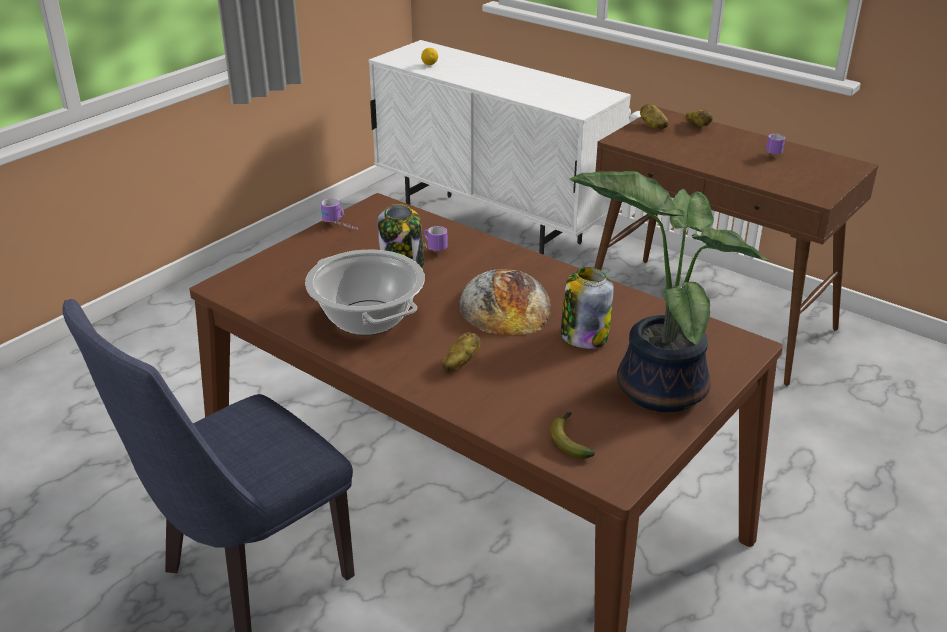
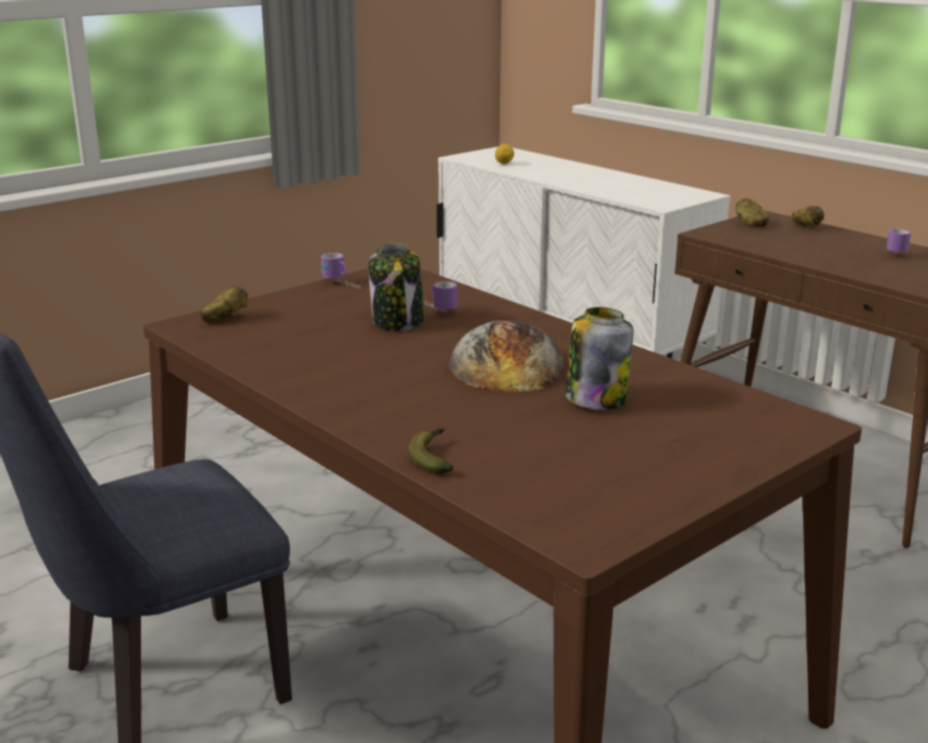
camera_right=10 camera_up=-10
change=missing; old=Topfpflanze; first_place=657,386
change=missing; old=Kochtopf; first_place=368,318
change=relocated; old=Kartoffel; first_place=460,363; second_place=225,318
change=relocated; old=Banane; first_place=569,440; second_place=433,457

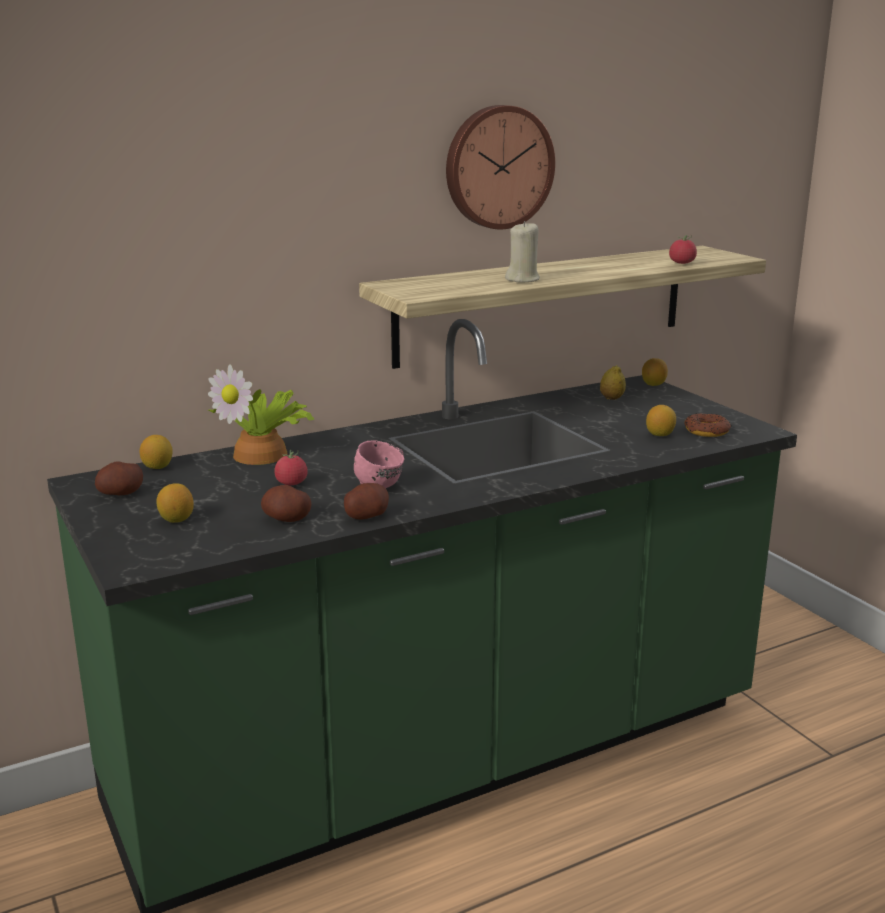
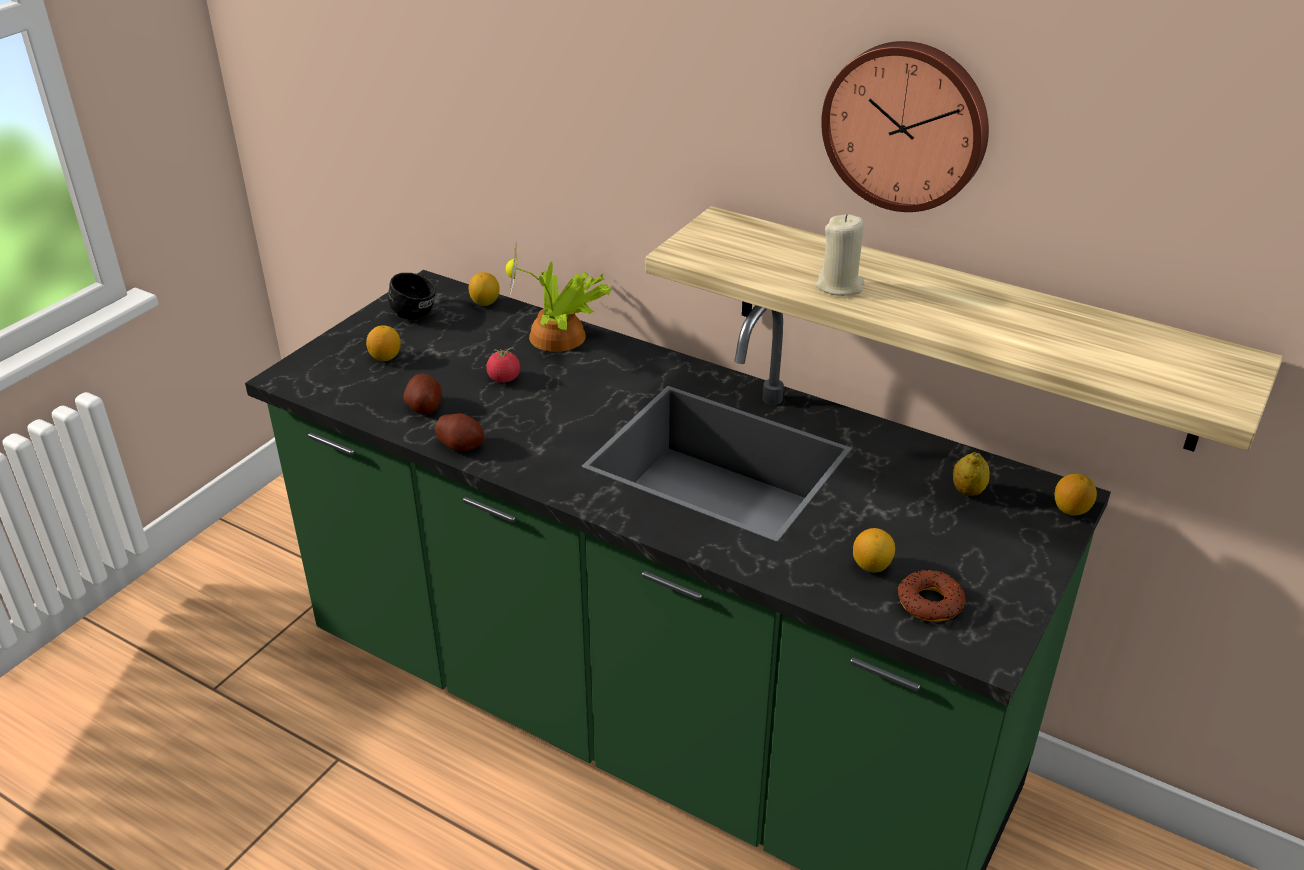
camera_right=60 camera_up=15
change=missing; old=Tomate; first_place=682,263
change=missing; old=Henkelbecher [rosa]; first_place=384,484
change=exchanged; old=Kartoffel; new=Henkelbecher [schwarz]; first_place=121,493; second_place=418,312

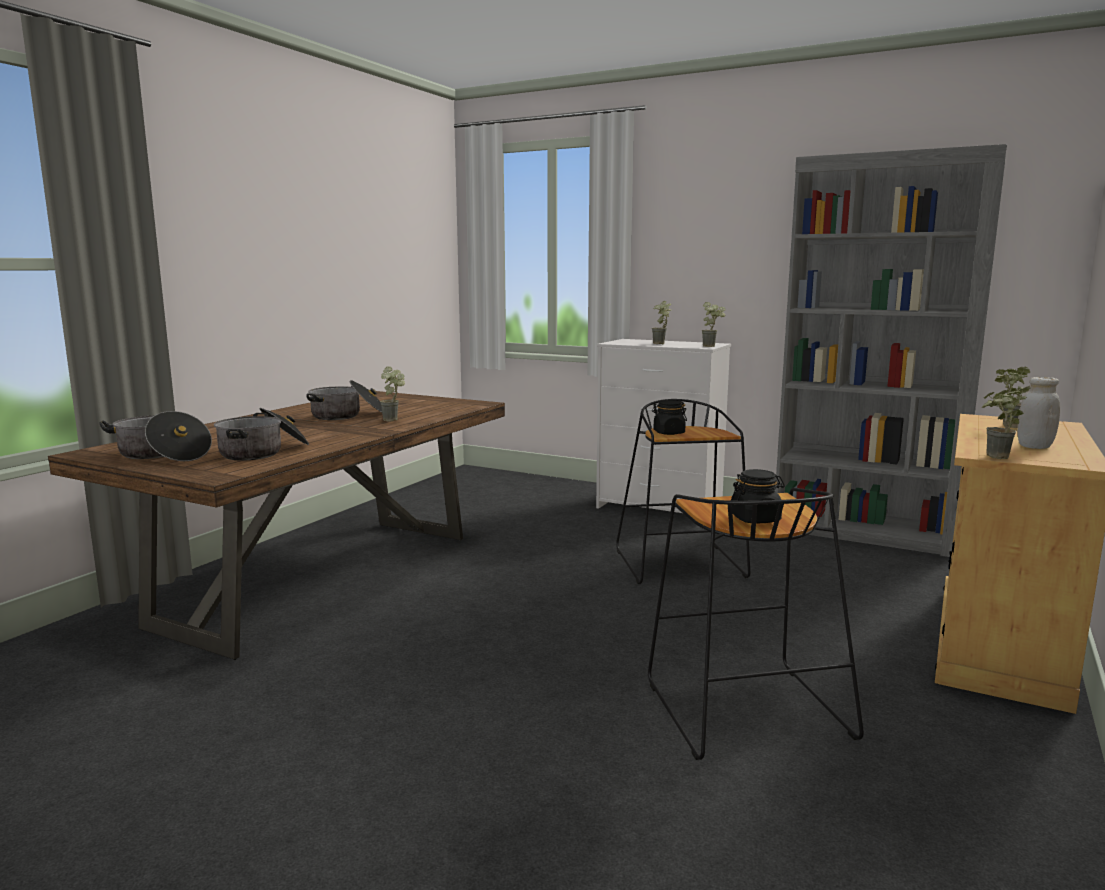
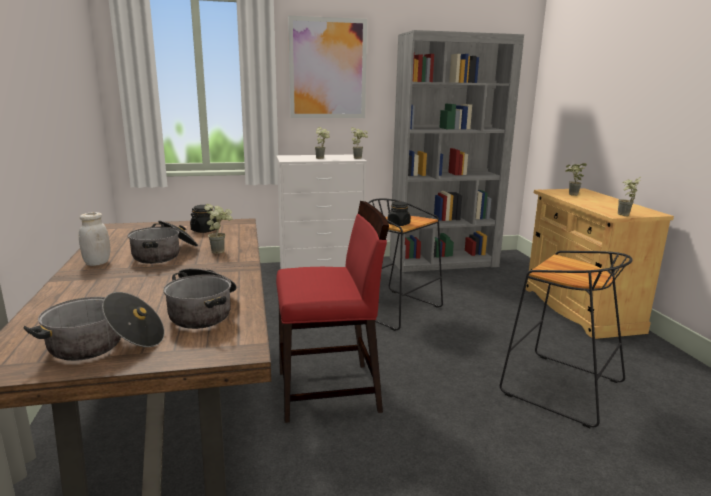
camera_right=-40 camera_up=5
change=relocated; old=Vorratsglas [weiß]; first_place=1034,446; second_place=97,263
change=relocated; old=Vorratsglas [schwarz]; first_place=756,519; second_place=204,230
change=appeared; new=Bild; second_place=327,69
change=appeared; new=Stuhl [rot]; second_place=329,391

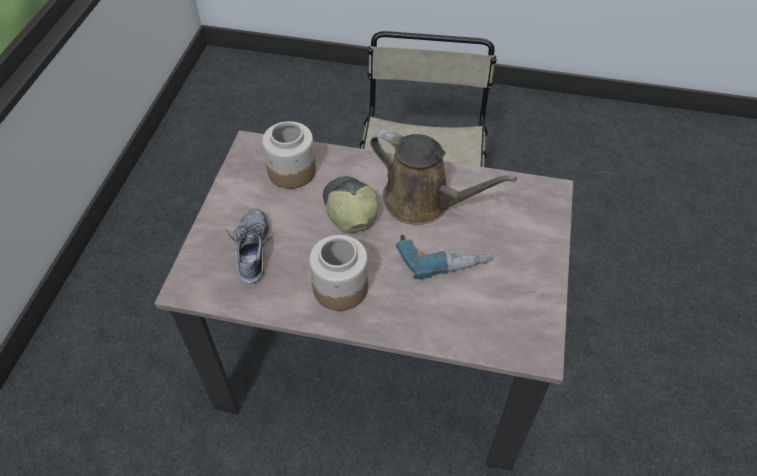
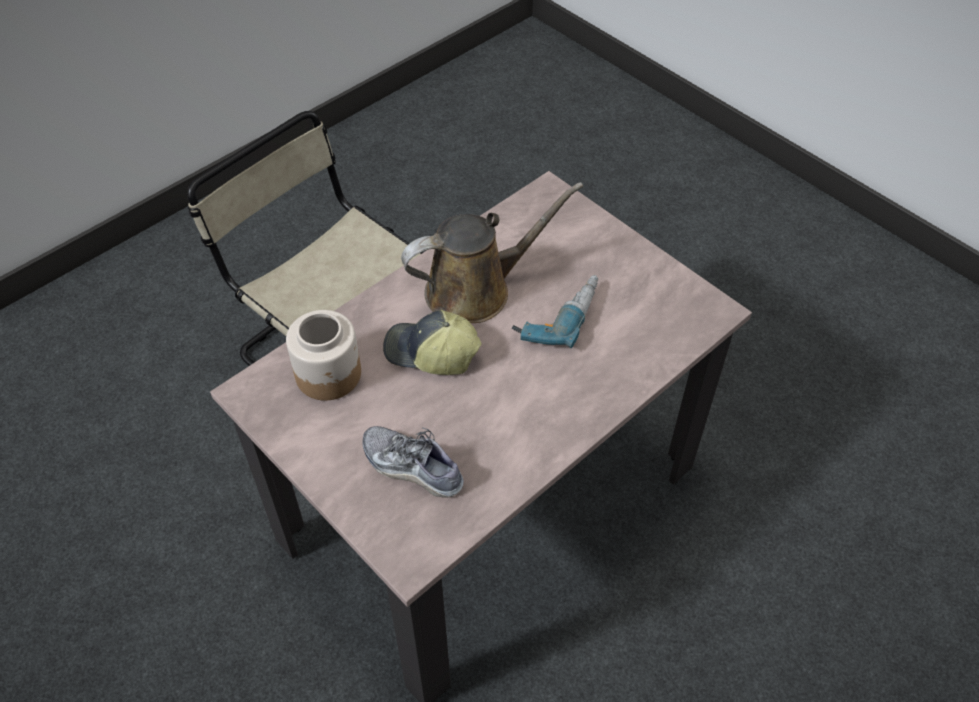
camera_right=-55 camera_up=0
change=missing; old=Vorratsglas; first_place=340,288

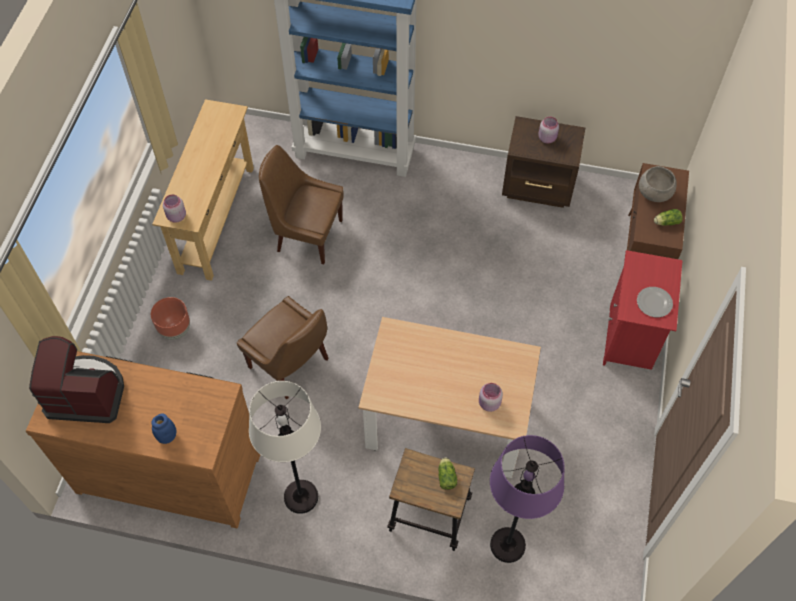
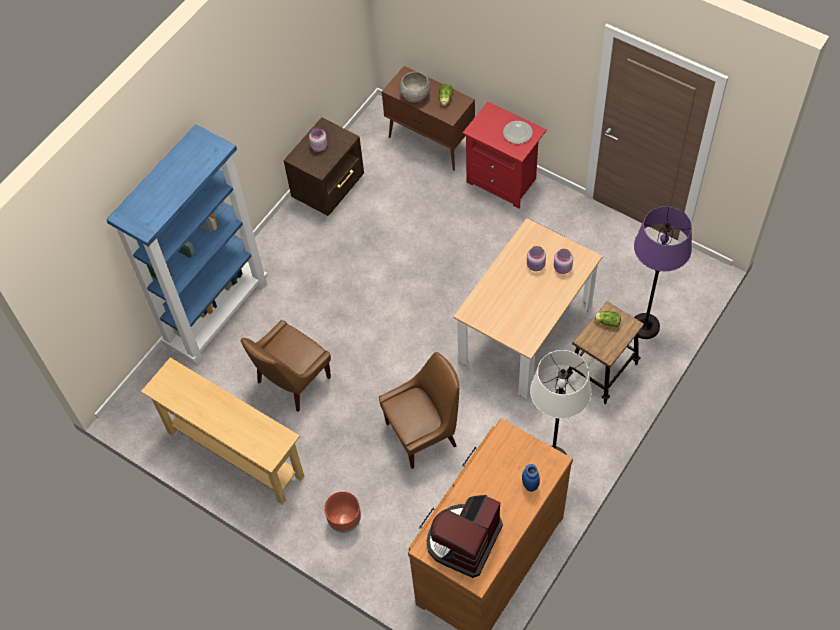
camera_right=-65 camera_up=0
change=relocated; old=Vorratsglas [rosa]; first_place=176,217; second_place=536,266

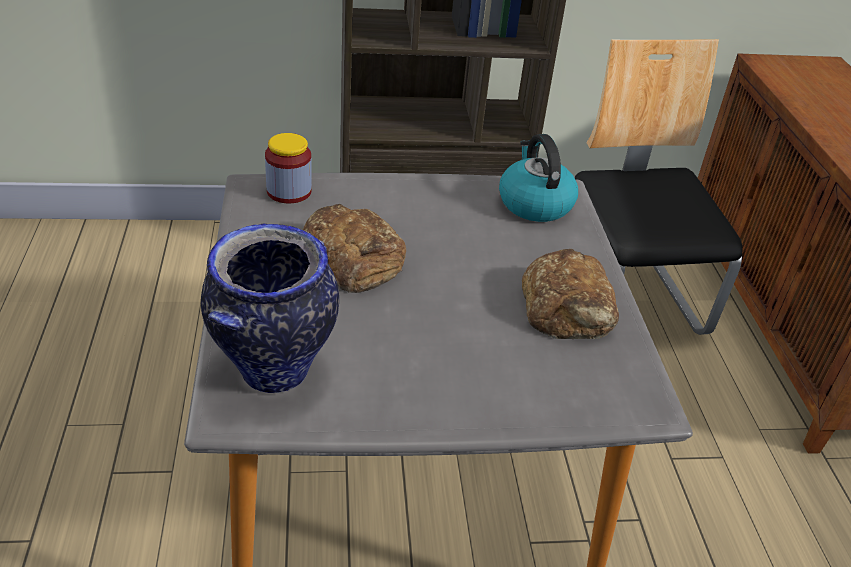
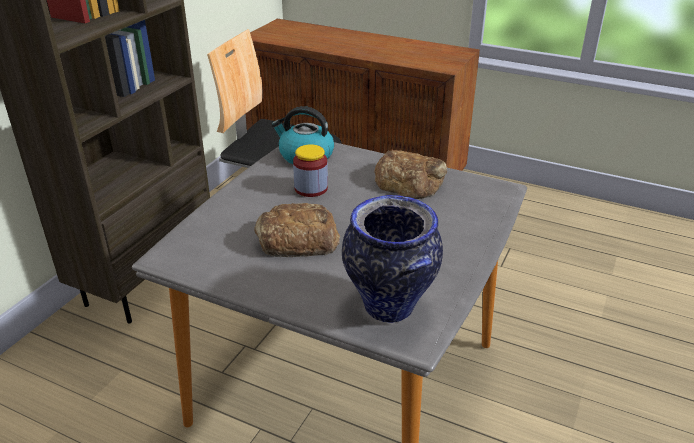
camera_right=-55 camera_up=-5
change=relocated; old=Vorratsglas; first_place=289,191; second_place=311,188

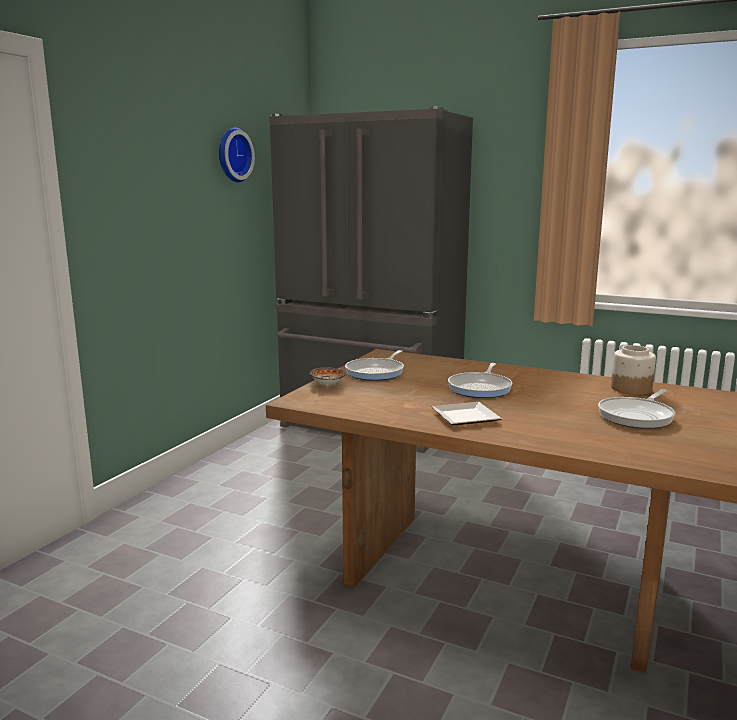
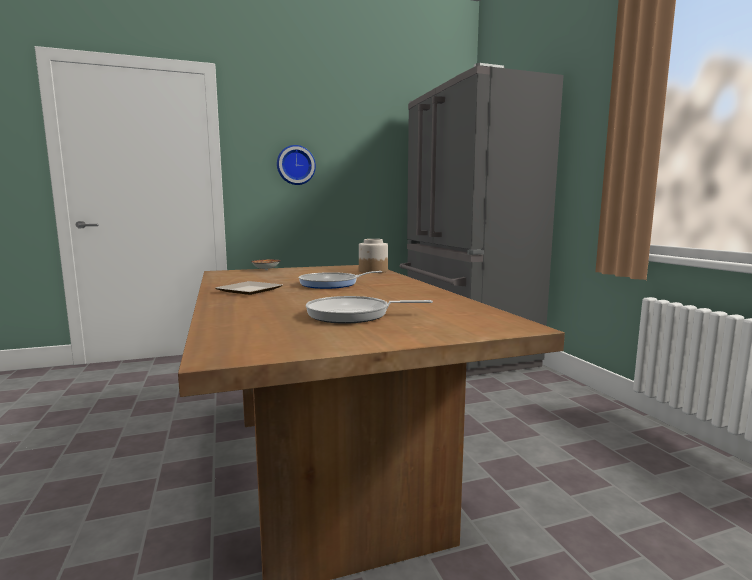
camera_right=45 camera_up=-5
change=relocated; old=Wanduhr; first_place=232,155; second_place=295,165
change=relocated; old=Vorratsglas; first_place=630,389; second_place=373,271
change=missing; old=Pfanne; first_place=376,372

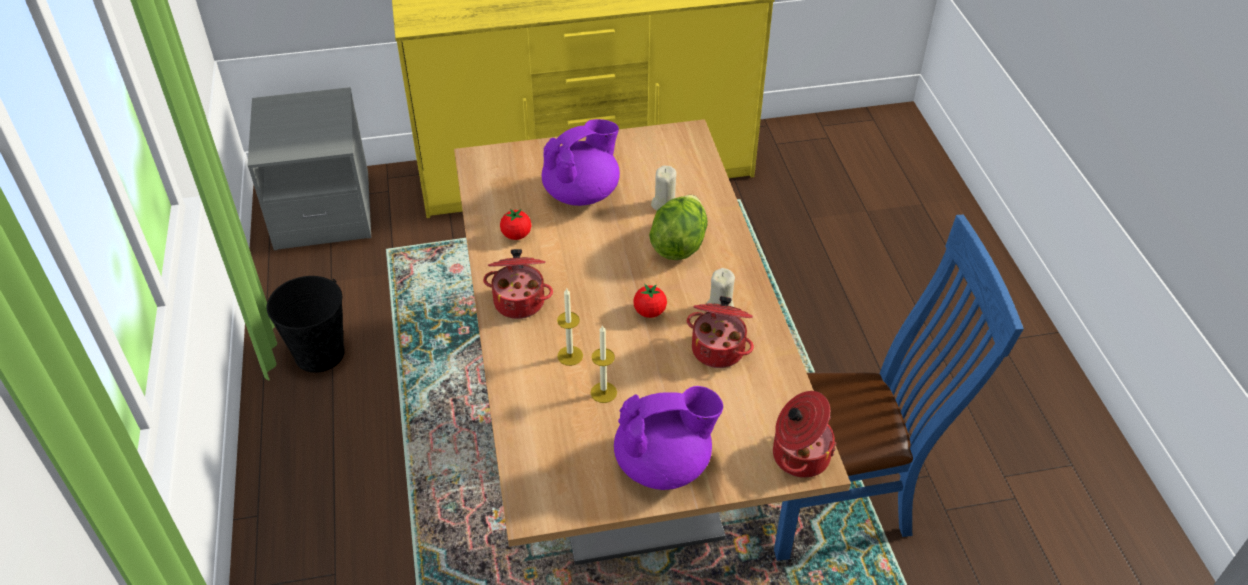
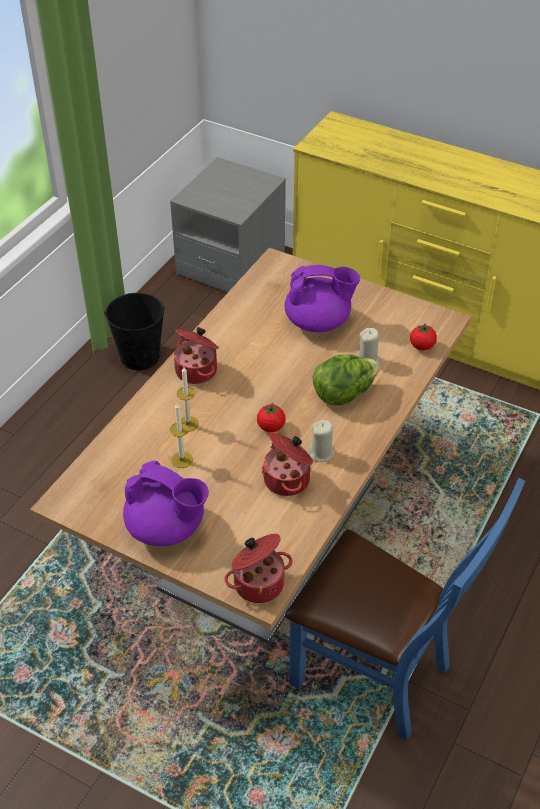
camera_right=40 camera_up=0
change=relocated; old=Tomate; first_place=516,235; second_place=422,346

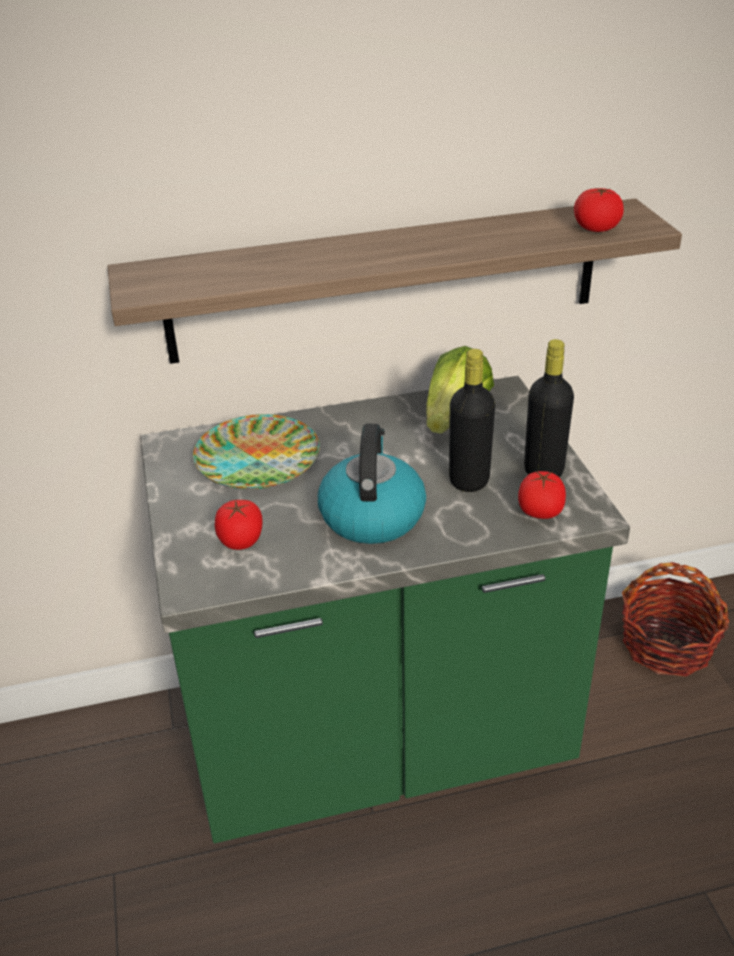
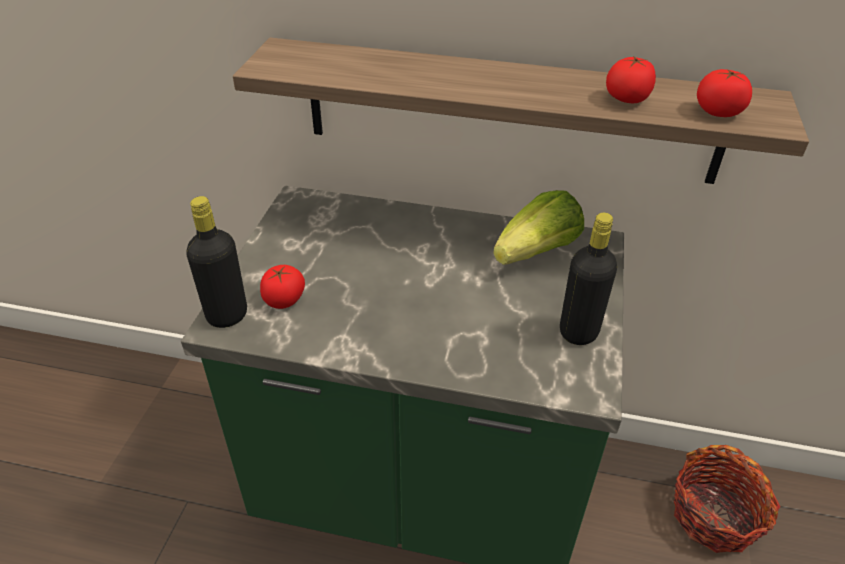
camera_right=25 camera_up=5
change=relocated; old=Flasche [schwarz]; first_place=469,480; second_place=227,315
change=missing; old=Teller; first_place=257,460
change=missing; old=Wasserkessel; first_place=371,515
change=relocated; old=Tomate; first_place=540,511; second_place=627,99

